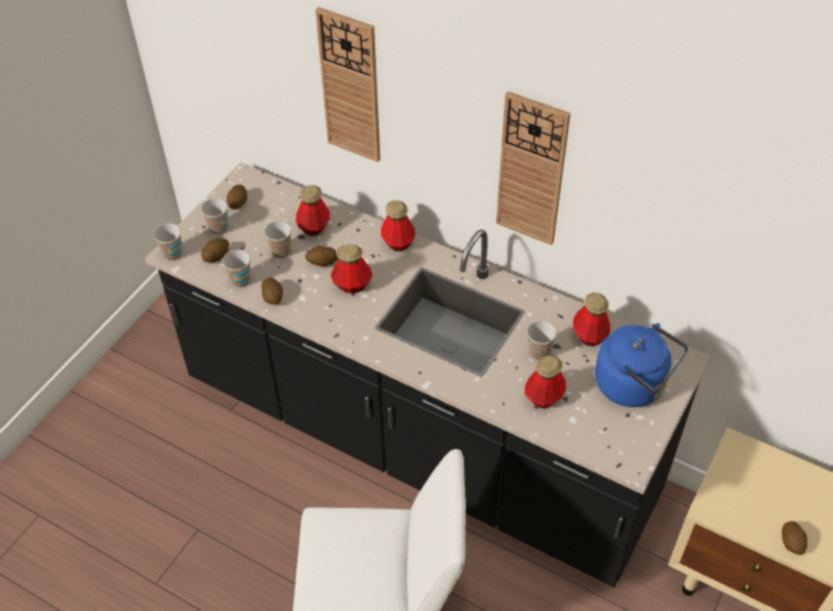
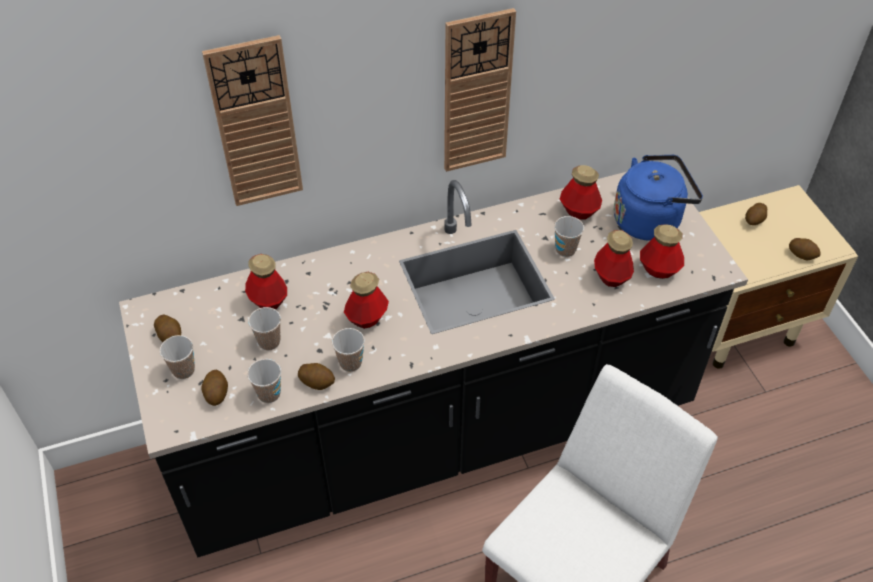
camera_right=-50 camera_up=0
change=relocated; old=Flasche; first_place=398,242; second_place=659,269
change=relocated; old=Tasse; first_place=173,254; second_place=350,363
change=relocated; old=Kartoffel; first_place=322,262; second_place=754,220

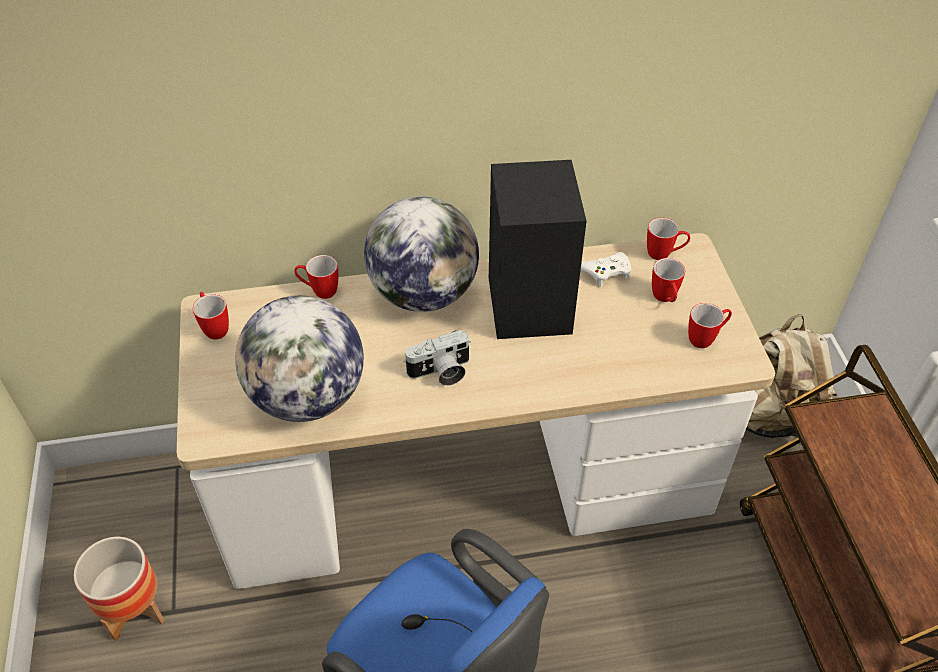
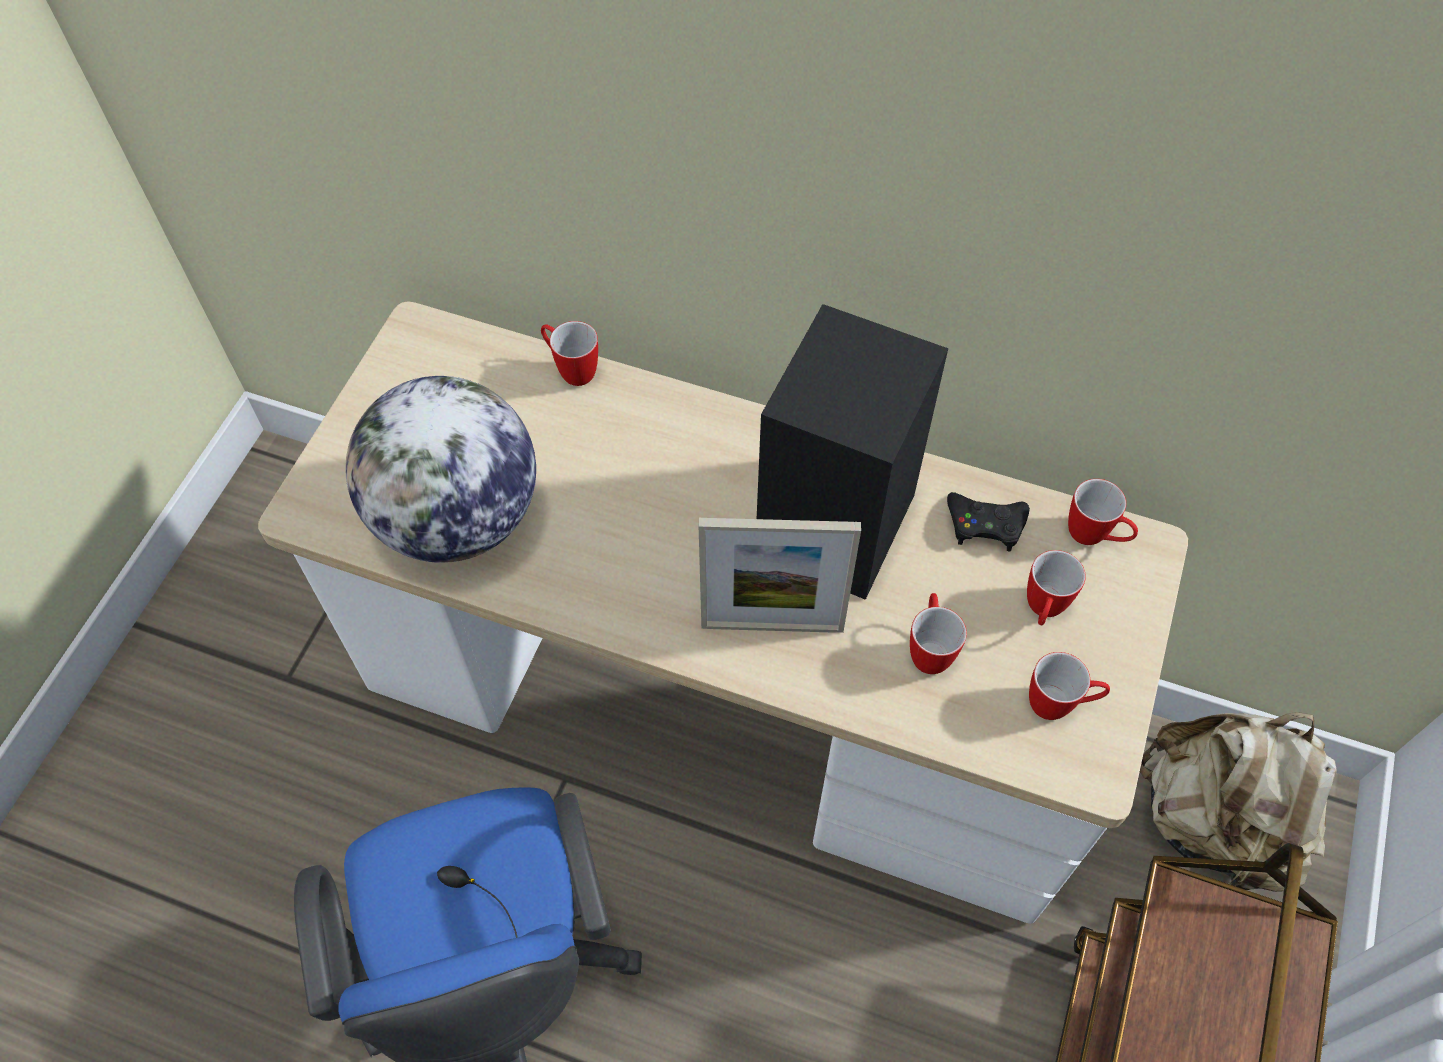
camera_right=30 camera_up=10
change=missing; old=Globus; first_place=423,293
change=colour; old=Gamepad [weiß]; new=Gamepad [schwarz]; first_place=606,271; second_place=985,524
change=relocated; old=Henkelbecher; first_place=214,327; second_place=929,648
change=missing; old=Kamera; first_place=441,372
change=missing; old=Pflanzkübel; first_place=134,610
change=appeared; new=Bilderrahmen; second_place=772,626

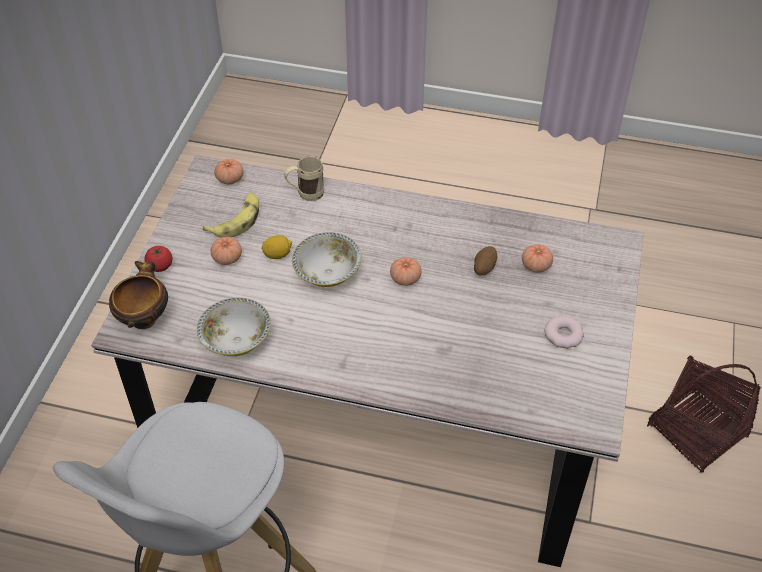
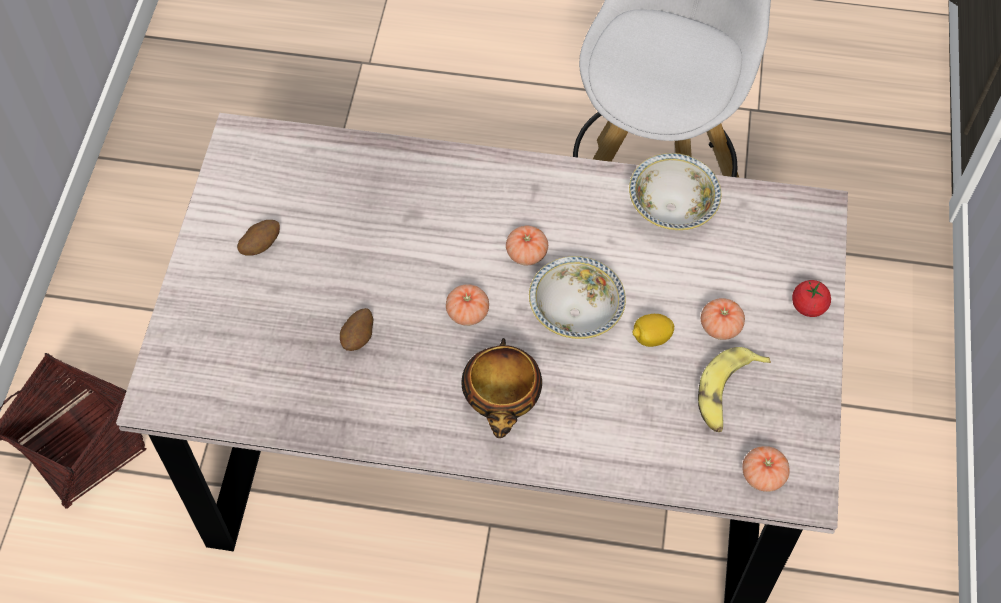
camera_right=175 camera_up=10
change=missing; old=Henkelbecher [beige]; first_place=305,194
change=relocated; old=Tomate; first_place=536,265; second_place=526,253
change=relocated; old=Schüssel; first_place=144,318; second_place=503,405
change=exchanged; old=Donut; new=Kartoffel; first_place=563,335; second_place=260,245

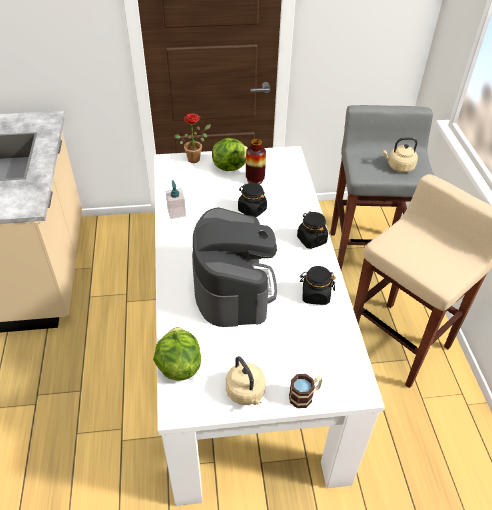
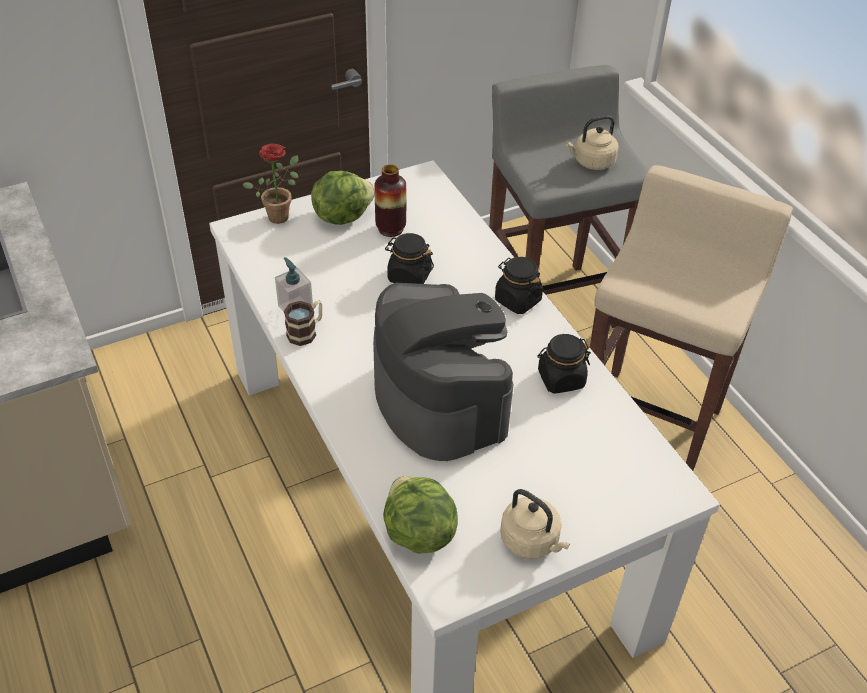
camera_right=-20 camera_up=0
change=relocated; old=Henkelbecher; first_place=305,396; second_place=306,331

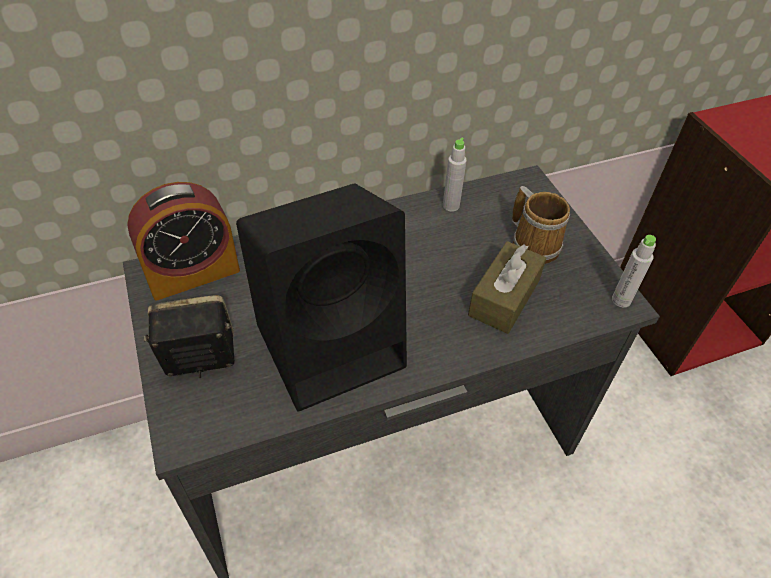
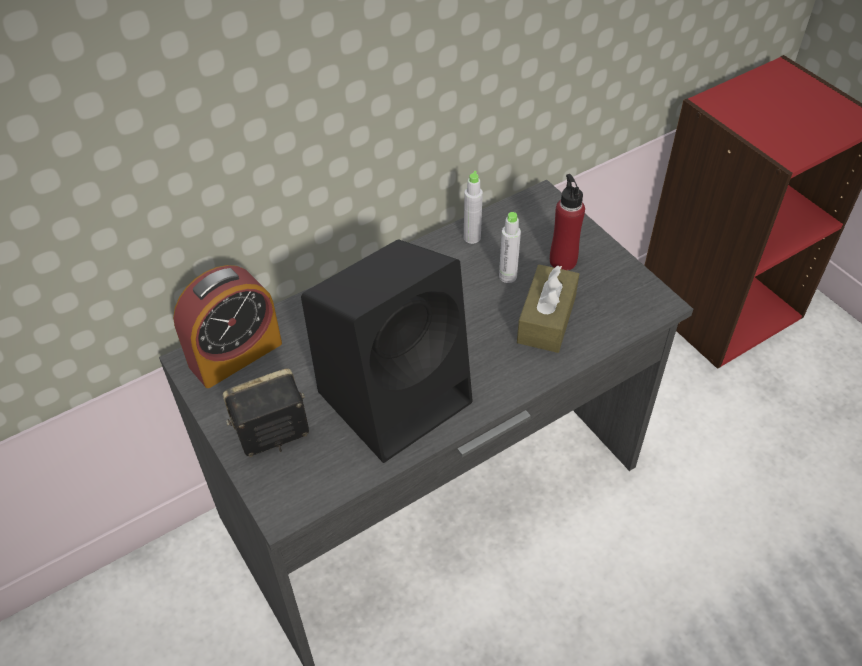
camera_right=-10 camera_up=0
change=exchanged; old=Henkelbecher; new=Flasche [rot]; first_place=535,243; second_place=563,261
change=relocated; old=Flasche [grau]; first_place=621,300; second_place=507,276

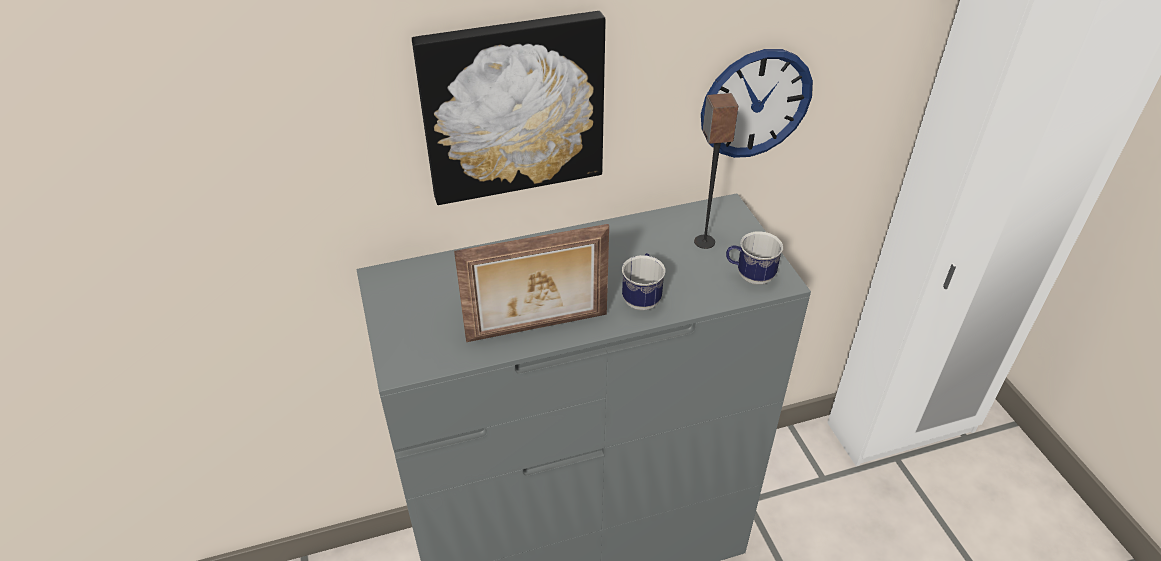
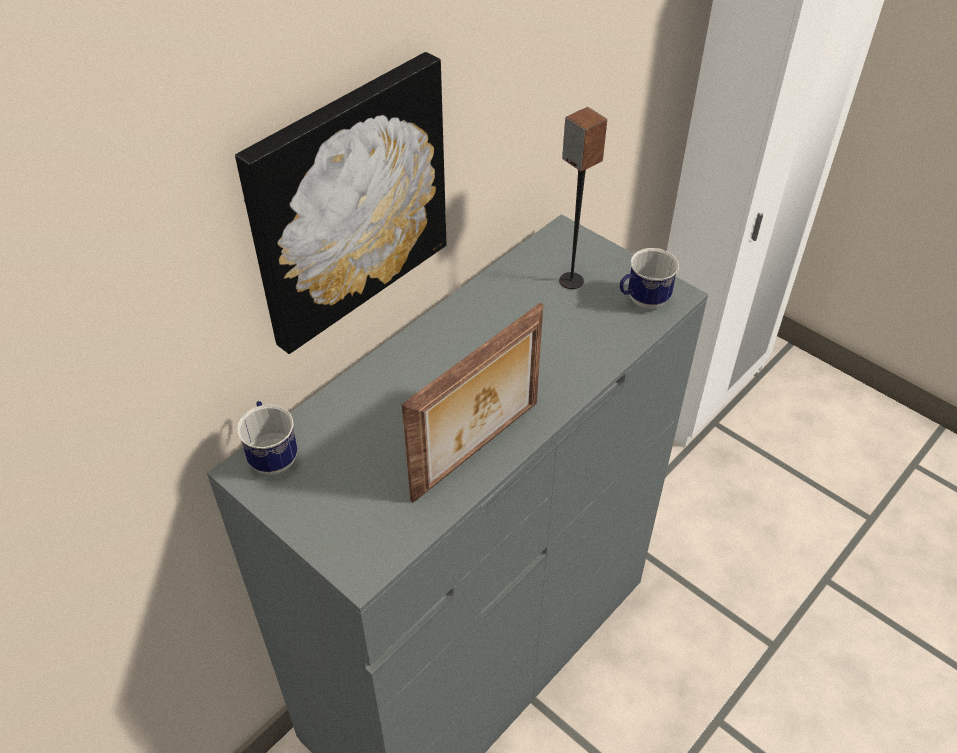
camera_right=-30 camera_up=5
change=missing; old=Wanduhr; first_place=756,104
change=relocated; old=Henkelbecher; first_place=642,297; second_place=272,455

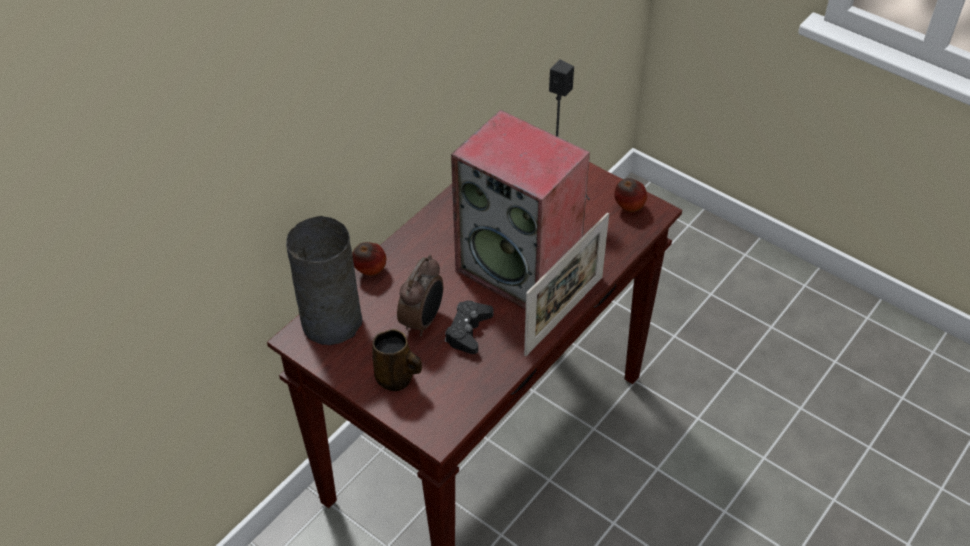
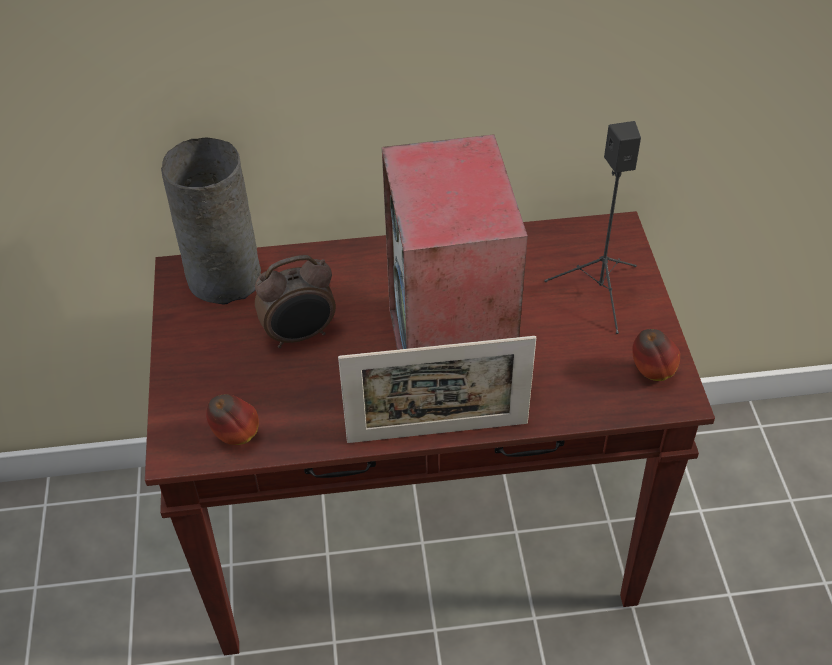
camera_right=45 camera_up=0
change=relocated; old=Apfel; first_place=370,271; second_place=236,436
change=missing; old=Gamepad [schwarz]; first_place=468,331
change=missing; old=Henkelbecher [braun]; first_place=396,379

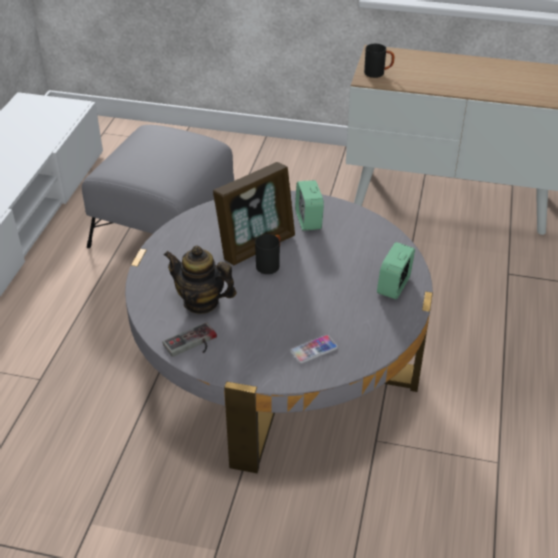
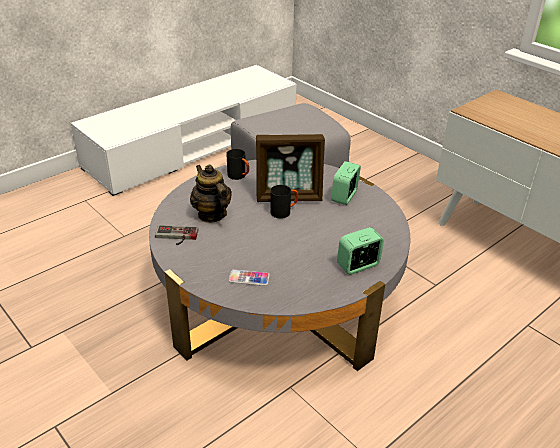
camera_right=35 camera_up=-5
change=relocated; old=Henkelbecher [schwarz]; first_place=378,73; second_place=239,176

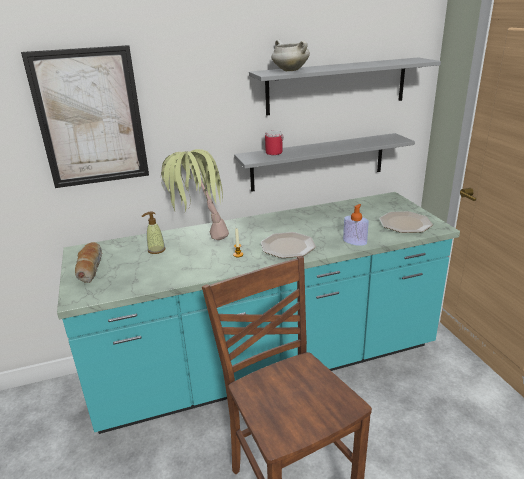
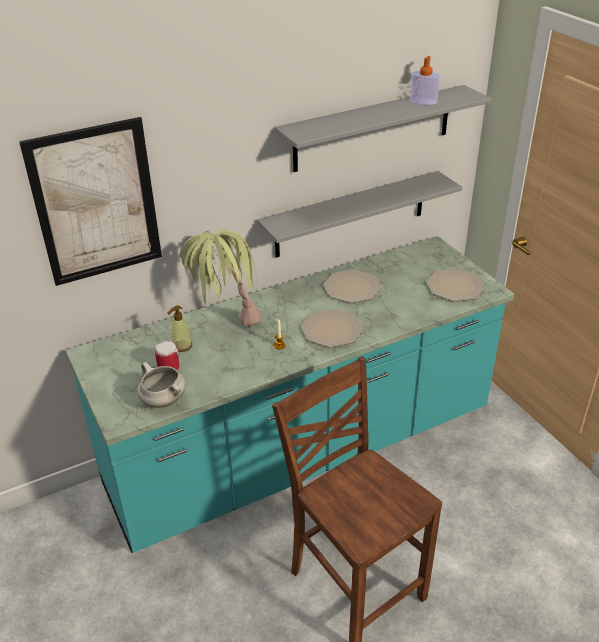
camera_right=-10 camera_up=10
change=relocated; old=Kochtopf [weiß]; first_place=289,70; second_place=162,400
change=relocated; old=Henkelbecher; first_place=275,152; second_place=170,365
change=relocated; old=Seifenspender; first_place=355,241; second_place=423,101
change=missing; old=Brot; first_place=89,267
change=appeared; new=Teller; second_place=352,288

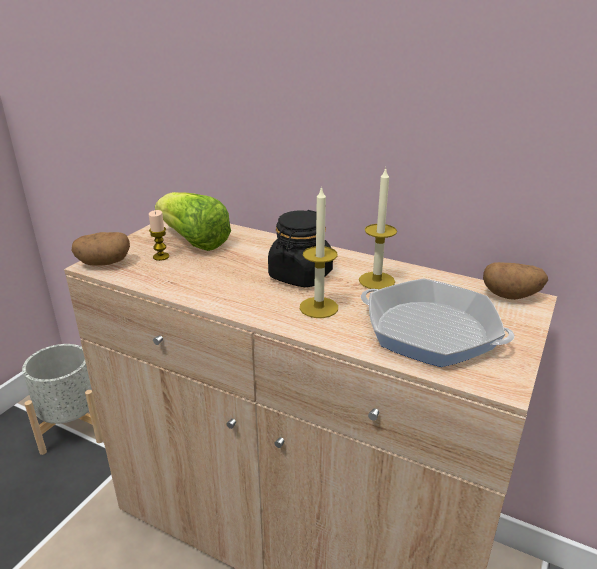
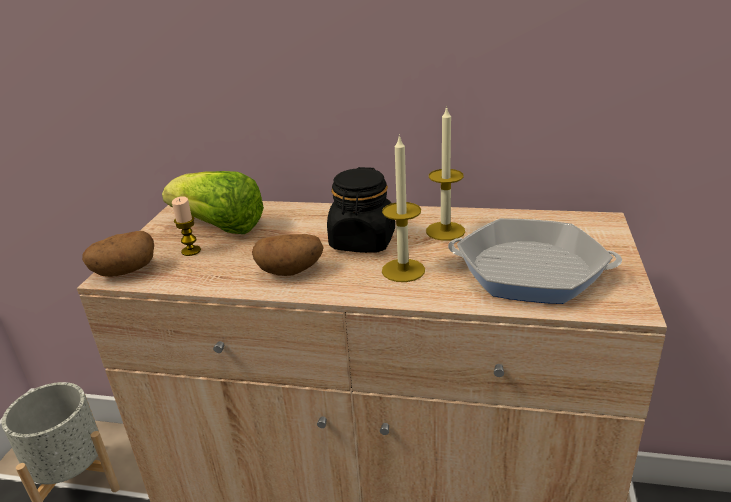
camera_right=-15 camera_up=0
change=relocated; old=Kartoffel; first_place=511,296; second_place=291,271

